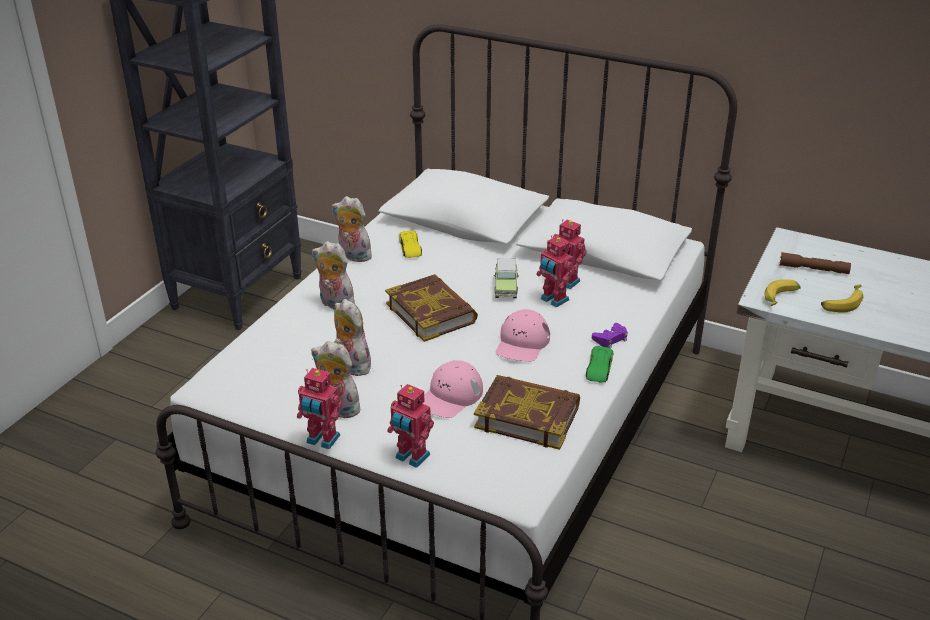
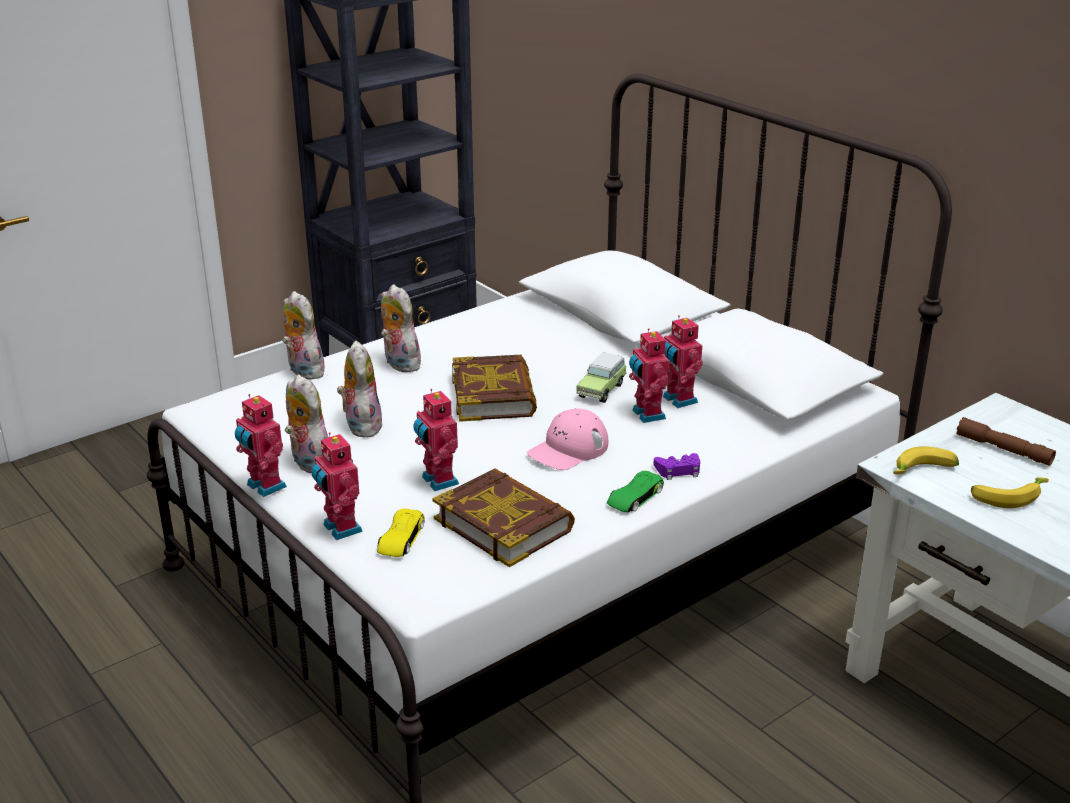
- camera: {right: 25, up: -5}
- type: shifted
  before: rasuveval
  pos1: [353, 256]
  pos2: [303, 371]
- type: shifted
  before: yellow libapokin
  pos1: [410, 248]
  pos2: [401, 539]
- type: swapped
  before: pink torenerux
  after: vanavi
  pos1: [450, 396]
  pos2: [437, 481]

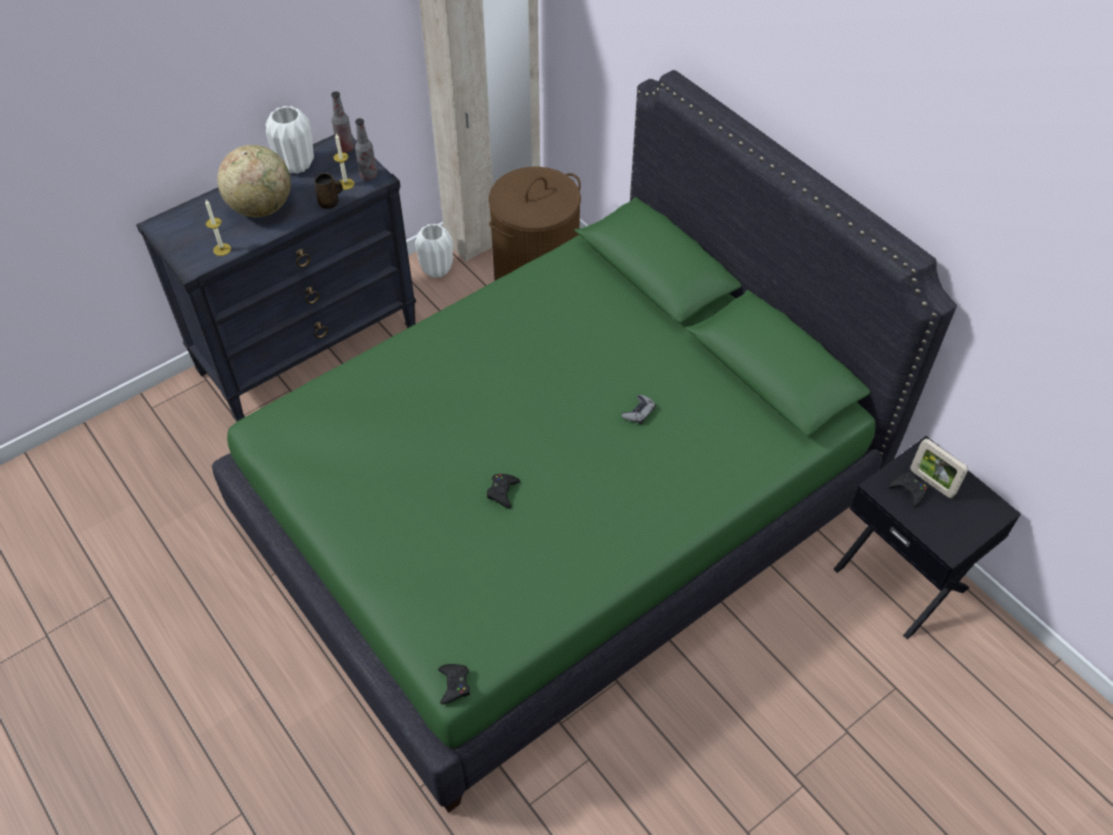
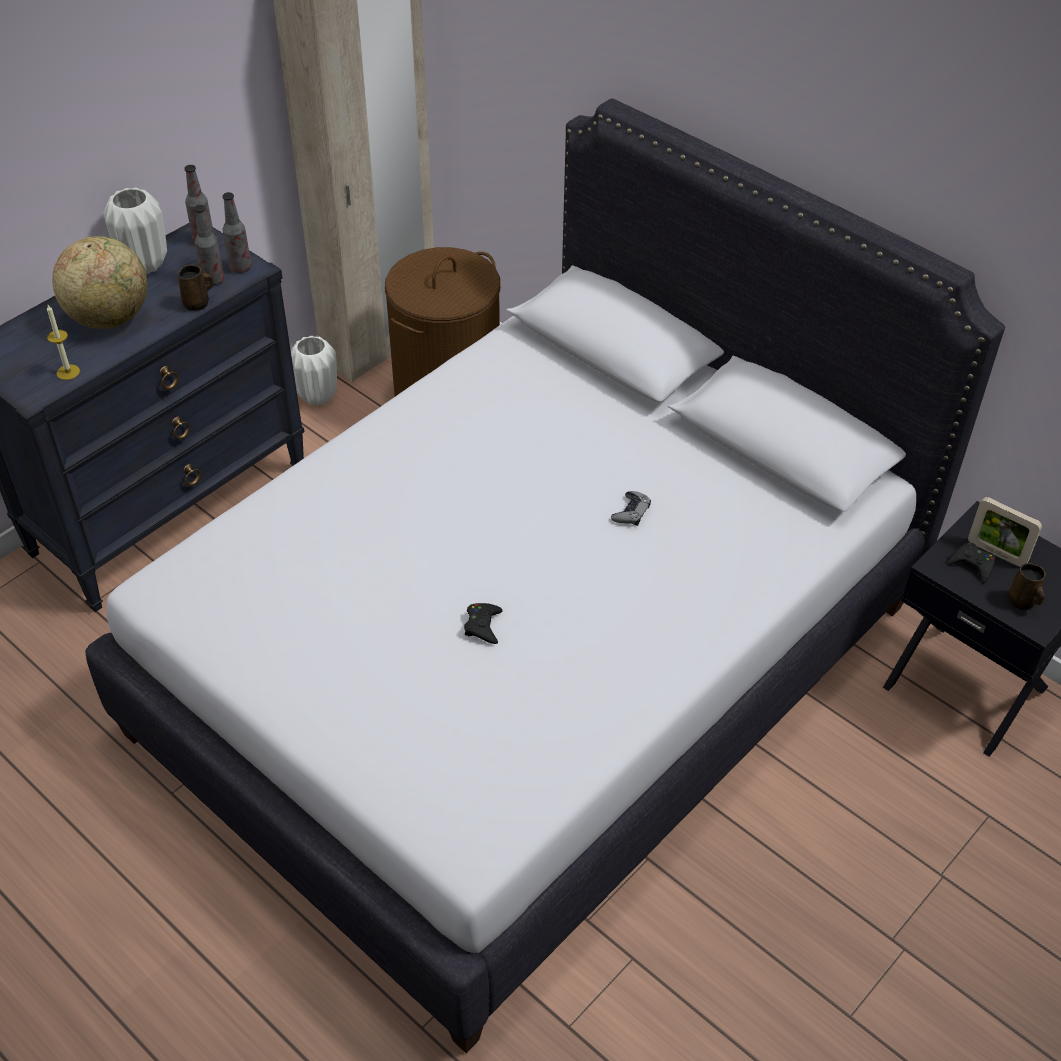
- camera: {right: -10, up: -5}
- type: repainted
  before: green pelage
  after: white pelage
  pos1: [557, 512]
  pos2: [529, 666]
- type: swapped
  before: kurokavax
  after: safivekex
  pos1: [346, 184]
  pos2: [213, 280]
- type: gone
  before: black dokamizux
  pos1: [454, 685]
- type: new
  after: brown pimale
  pos2: [1022, 602]

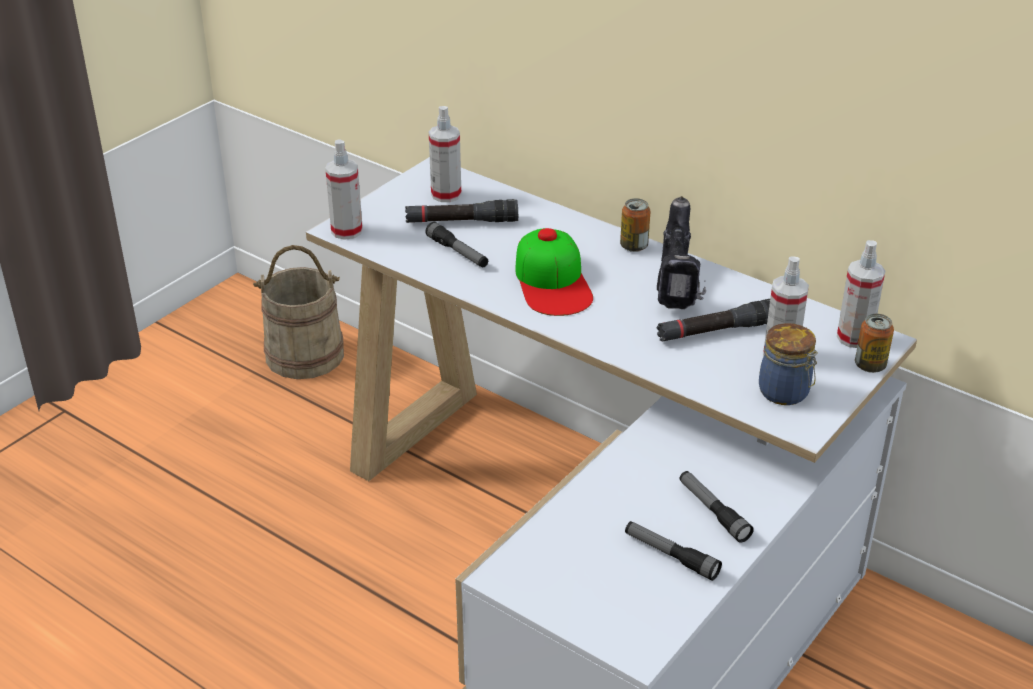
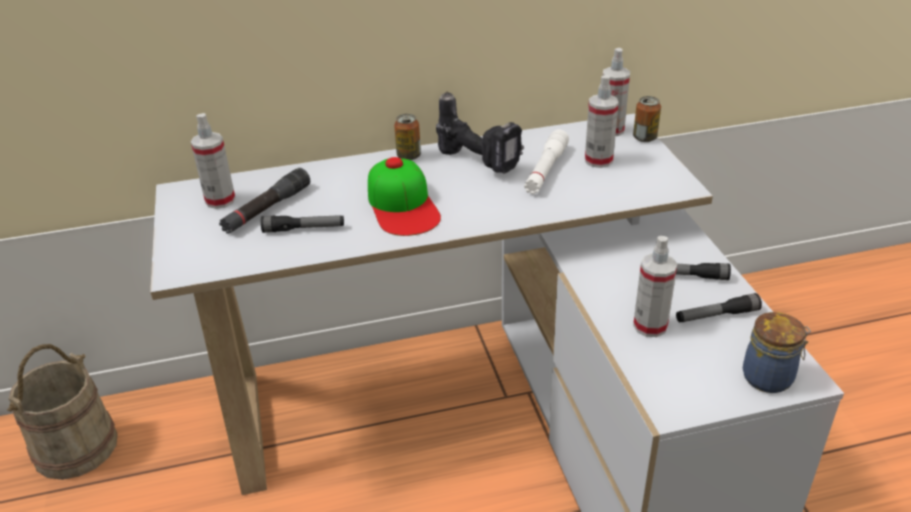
- camera: {right: -50, up: 0}
- type: shifted
  before: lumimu
  pos1: [347, 231]
  pos2: [650, 326]
- type: rotated
  before: torenerux
  pos1: [553, 282]
  pos2: [403, 205]
  turn: 45
- type: repainted
  before: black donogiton
  after: white donogiton
  pos1: [717, 331]
  pos2: [545, 170]
- type: shifted
  before: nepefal
  pos1: [785, 393]
  pos2: [769, 377]

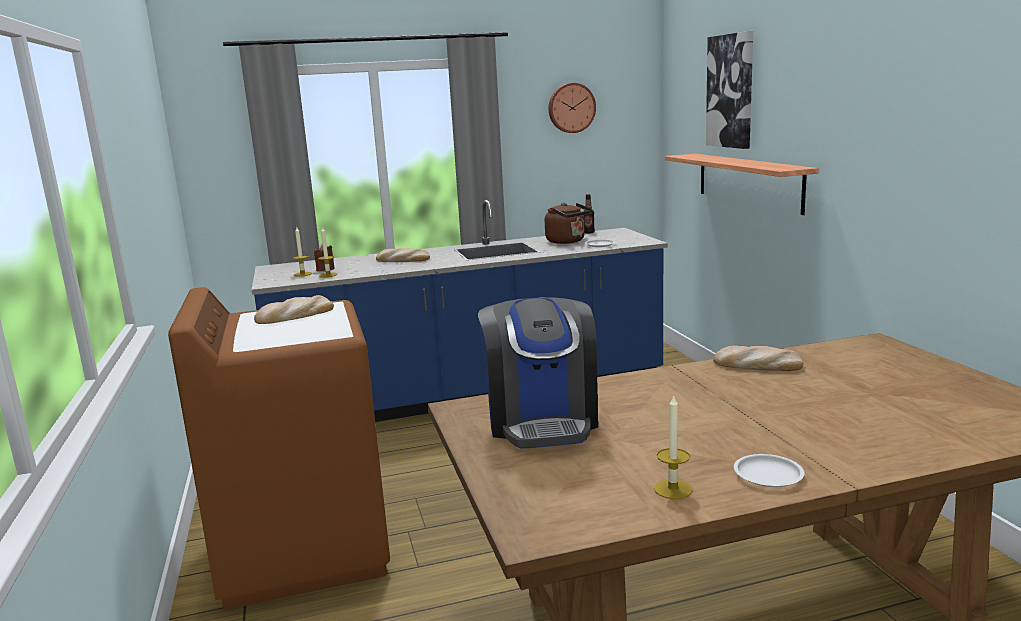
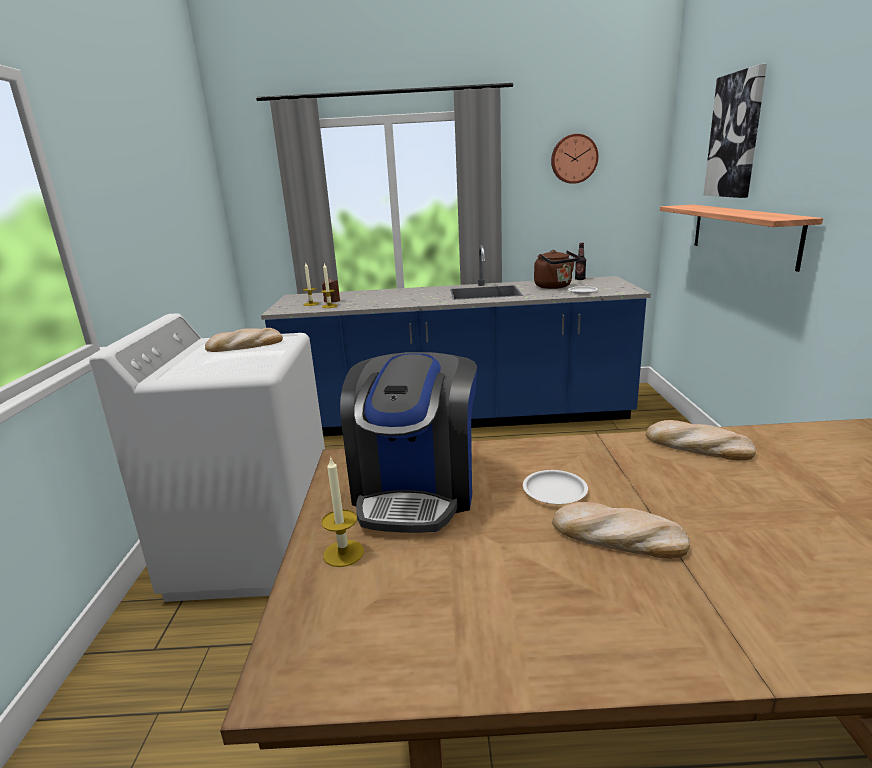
- camera: {right: 15, up: 5}
- type: shifted
  before: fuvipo
  pos1: [402, 260]
  pos2: [617, 537]
- type: repainted
  before: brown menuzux
  after: white menuzux
  pos1: [304, 549]
  pos2: [255, 550]
- type: shifted
  before: kurokavax
  pos1: [673, 489]
  pos2: [343, 553]
- type: shifted
  before: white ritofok
  pos1: [768, 475]
  pos2: [555, 491]

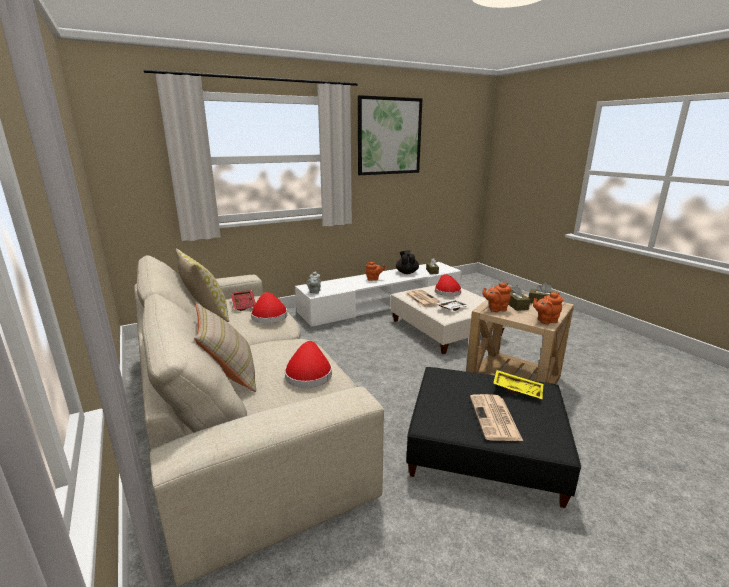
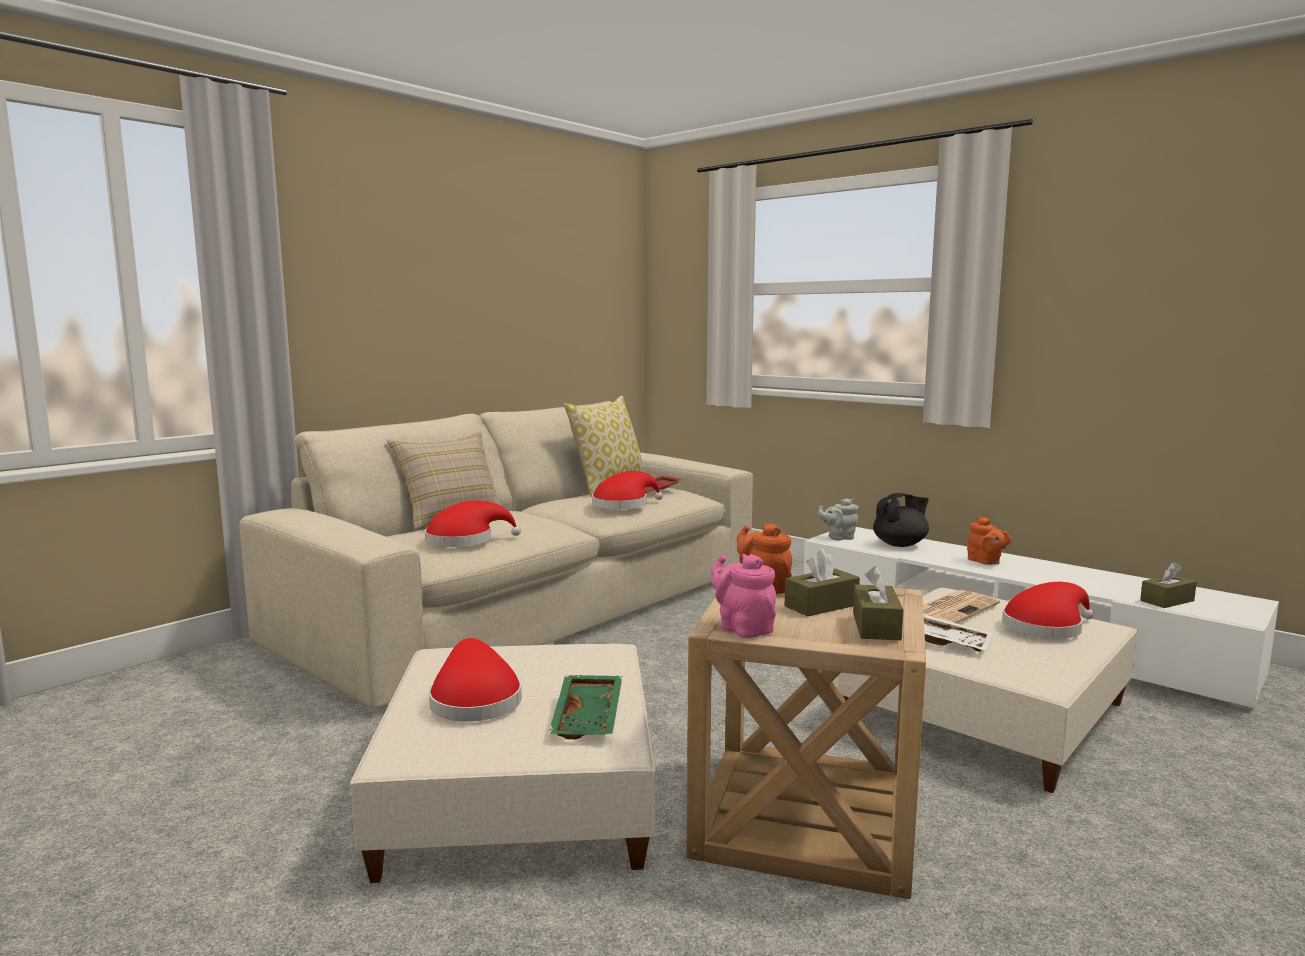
- camera: {right: 70, up: -10}
- type: gone
  before: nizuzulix
  pos1: [389, 136]
- type: shifted
  before: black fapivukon
  pos1: [406, 272]
  pos2: [900, 544]
- type: repainted
  before: orange fapivukon
  after: pink fapivukon
  pos1: [545, 321]
  pos2: [743, 628]
- type: repainted
  before: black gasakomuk
  after: beige gasakomuk
  pos1: [485, 448]
  pos2: [519, 791]
- type: repainted
  before: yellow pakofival
  after: green pakofival
  pos1: [517, 389]
  pos2: [589, 718]
- type: swapped
  before: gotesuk
  after: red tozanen
  pos1: [495, 418]
  pos2: [474, 700]

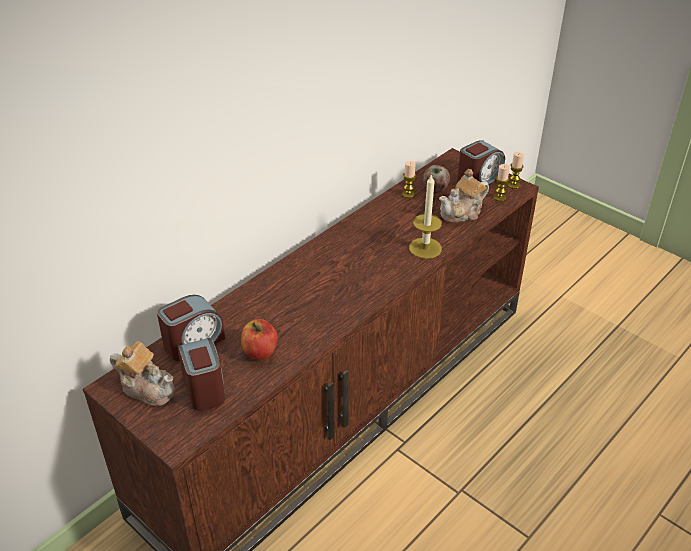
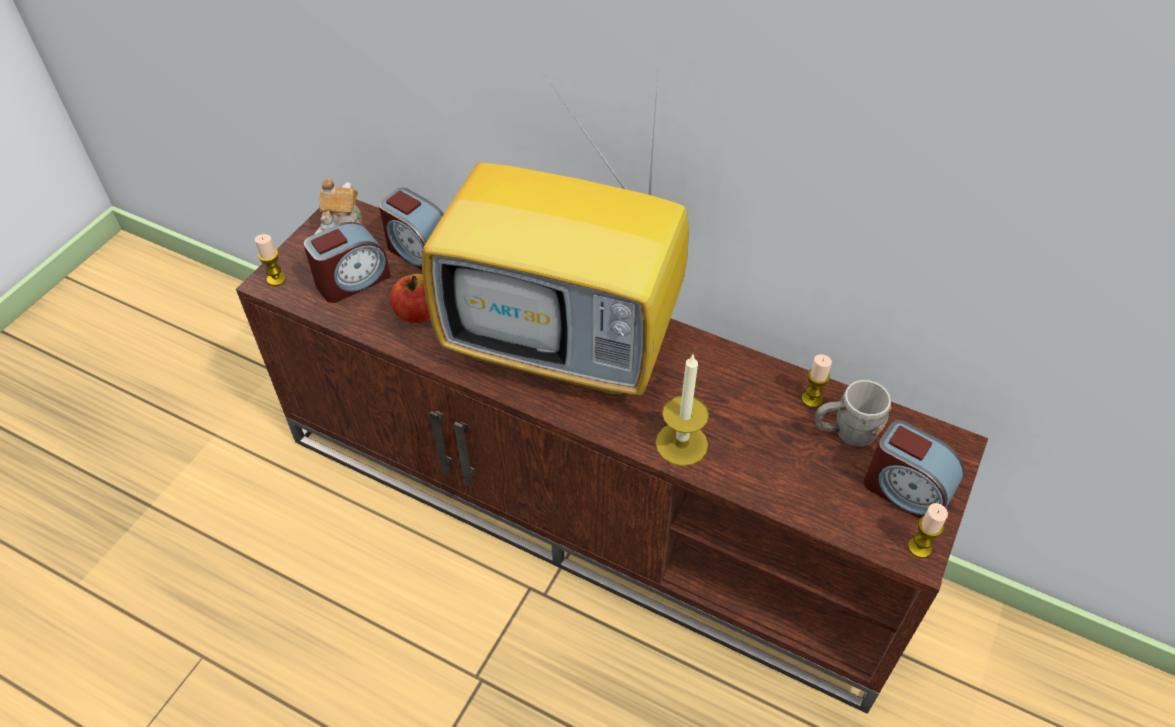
- camera: {right: 75, up: 10}
- type: shifted
  before: kurokavax
  pos1: [499, 197]
  pos2: [276, 279]
- type: swapped
  before: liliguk
  after: grey pimale
  pos1: [435, 189]
  pos2: [845, 432]
- type: gone
  before: fapivukon
  pos1: [462, 213]
- type: new
  after: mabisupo
  pos2: [567, 344]

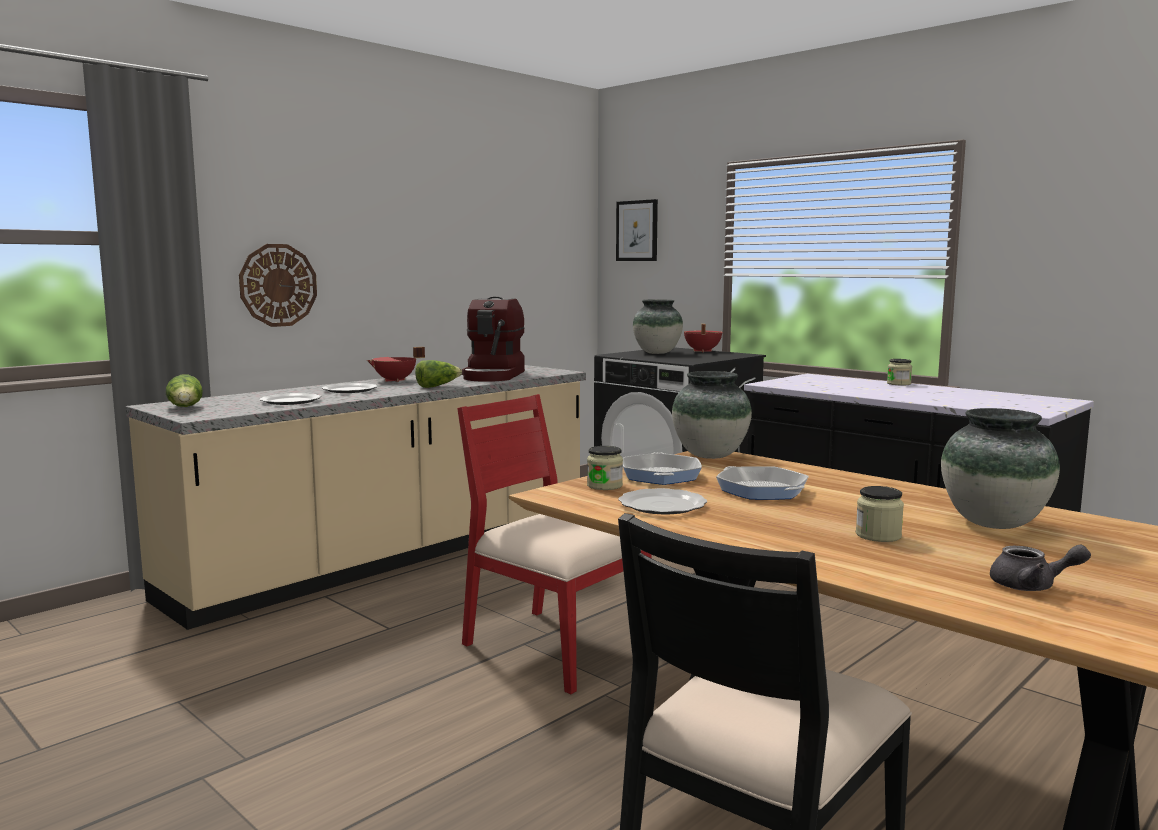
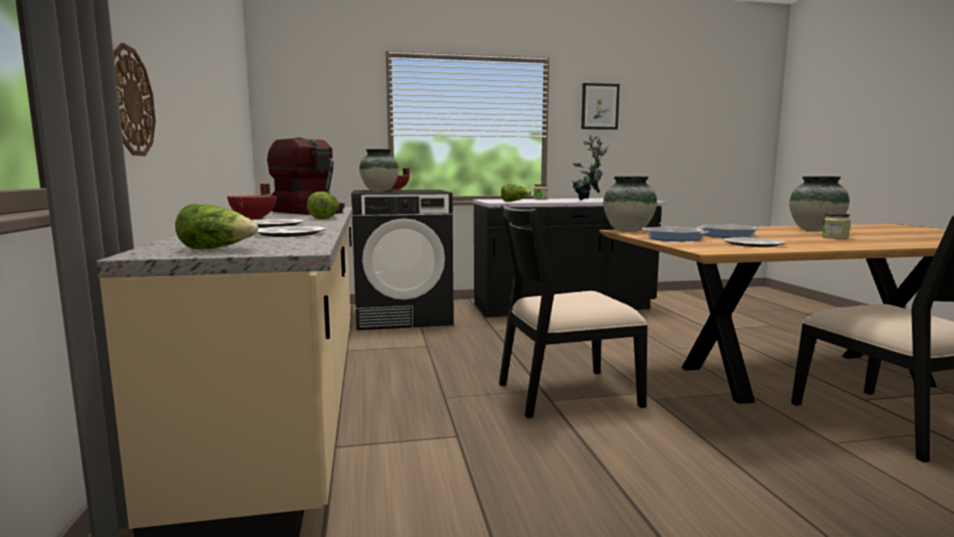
- camera: {right: -55, up: 0}
- type: shifted
  before: nizuzulix
  pos1: [637, 231]
  pos2: [599, 106]
- type: repainted
  before: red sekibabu
  after: black sekibabu
  pos1: [553, 646]
  pos2: [566, 393]
- type: gone
  before: nepefal
  pos1: [604, 486]
- type: gone
  before: grey fapivukon
  pos1: [1032, 586]
- type: new
  after: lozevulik
  pos2: [588, 200]
- type: new
  after: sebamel
  pos2: [514, 201]

